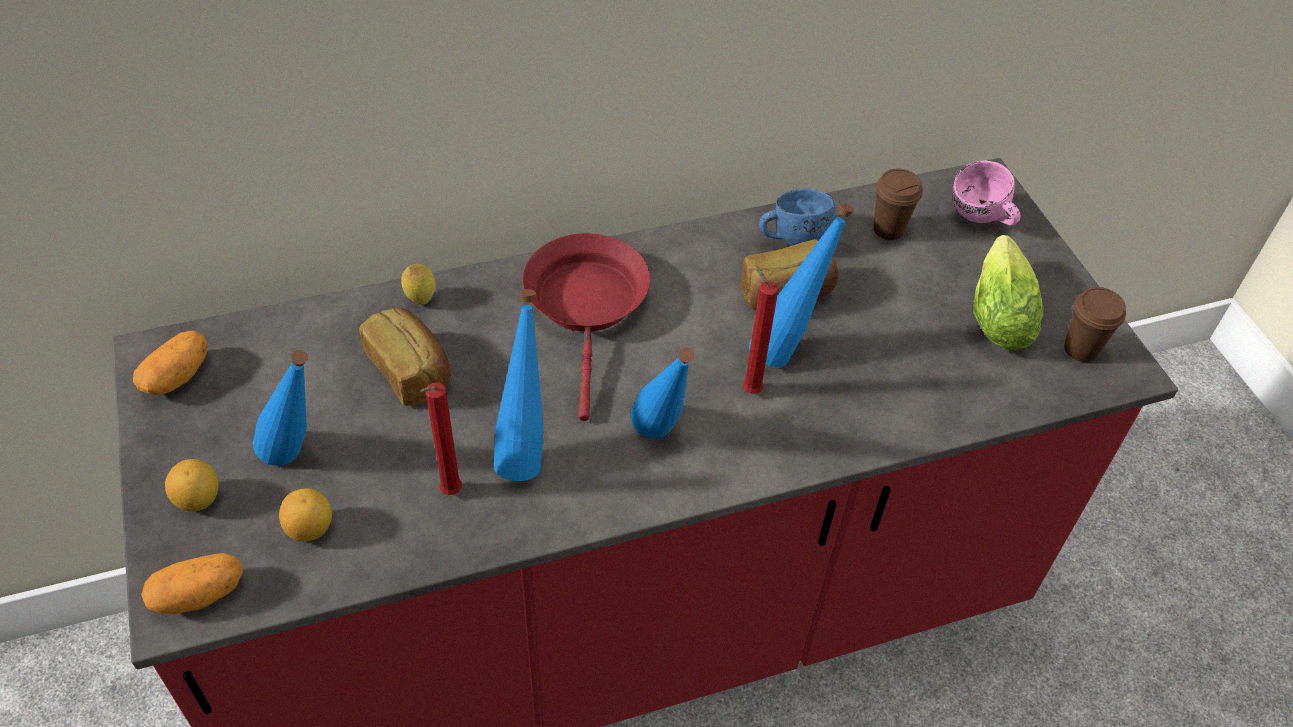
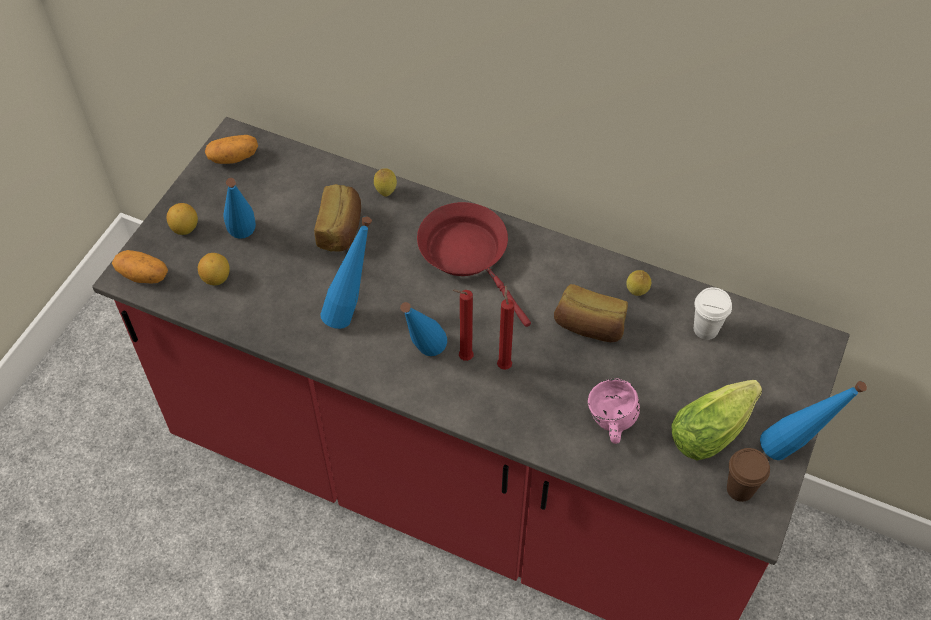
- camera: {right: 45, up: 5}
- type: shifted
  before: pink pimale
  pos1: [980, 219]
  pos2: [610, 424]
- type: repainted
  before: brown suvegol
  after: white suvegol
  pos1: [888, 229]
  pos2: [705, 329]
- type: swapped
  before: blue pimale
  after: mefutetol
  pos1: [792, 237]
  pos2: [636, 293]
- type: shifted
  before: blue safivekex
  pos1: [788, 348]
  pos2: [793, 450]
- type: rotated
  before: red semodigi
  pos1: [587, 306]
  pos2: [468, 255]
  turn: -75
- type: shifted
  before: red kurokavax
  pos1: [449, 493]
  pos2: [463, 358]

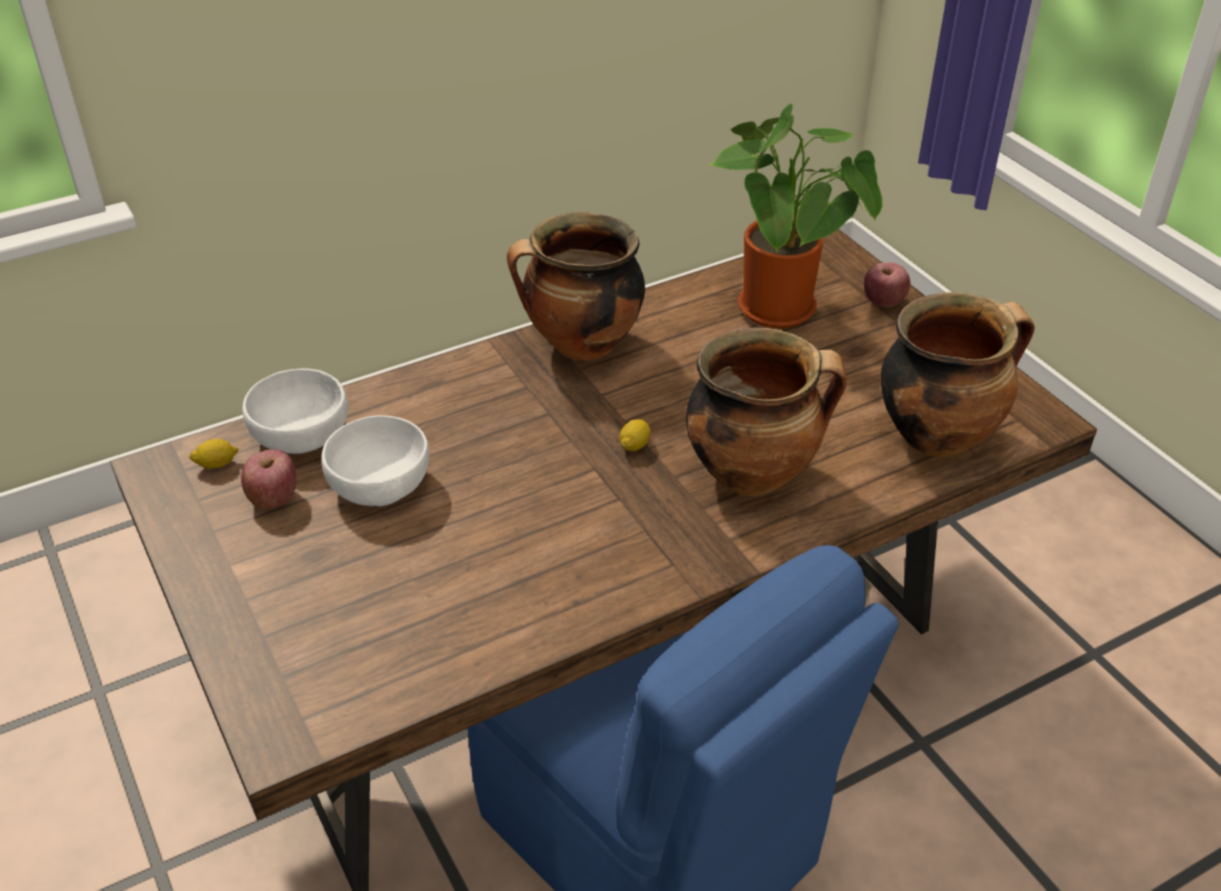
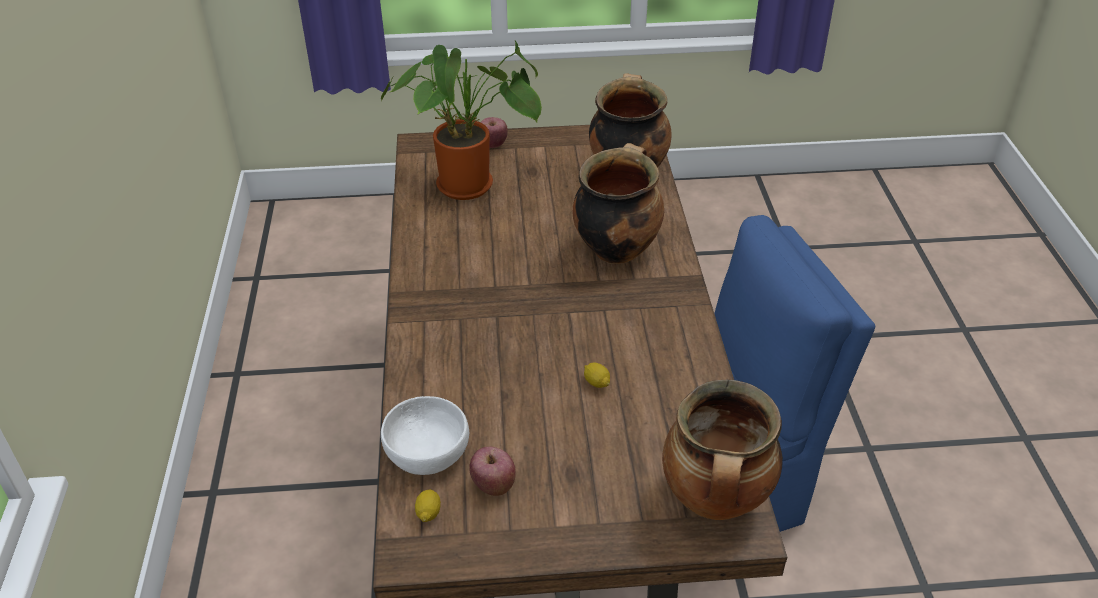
- camera: {right: -65, up: 0}
- type: shifted
  before: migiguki
  pos1: [581, 346]
  pos2: [716, 501]
- type: gone
  before: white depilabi
  pos1: [381, 483]
- type: shifted
  before: mefutetol
  pos1: [634, 445]
  pos2: [596, 382]

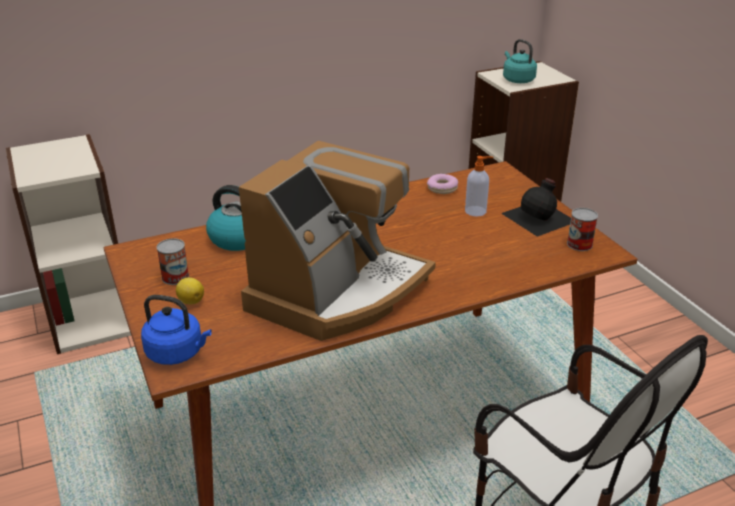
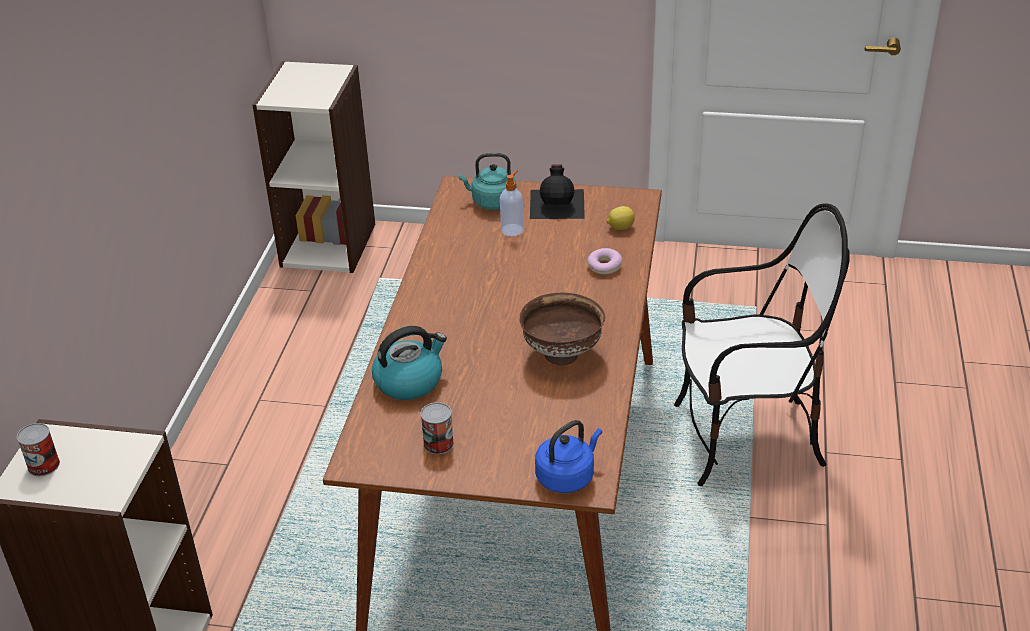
- camera: {right: -55, up: 5}
- type: shifted
  before: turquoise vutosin
  pos1: [517, 79]
  pos2: [491, 202]
- type: swapped
  before: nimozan
  after: brown depilabi
  pos1: [338, 292]
  pos2: [561, 354]
- type: shifted
  before: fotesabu
  pos1: [442, 188]
  pos2: [604, 266]
- type: shifted
  before: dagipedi
  pos1: [579, 244]
  pos2: [43, 465]
- type: shifted
  before: mefutetol
  pos1: [191, 301]
  pos2: [620, 227]

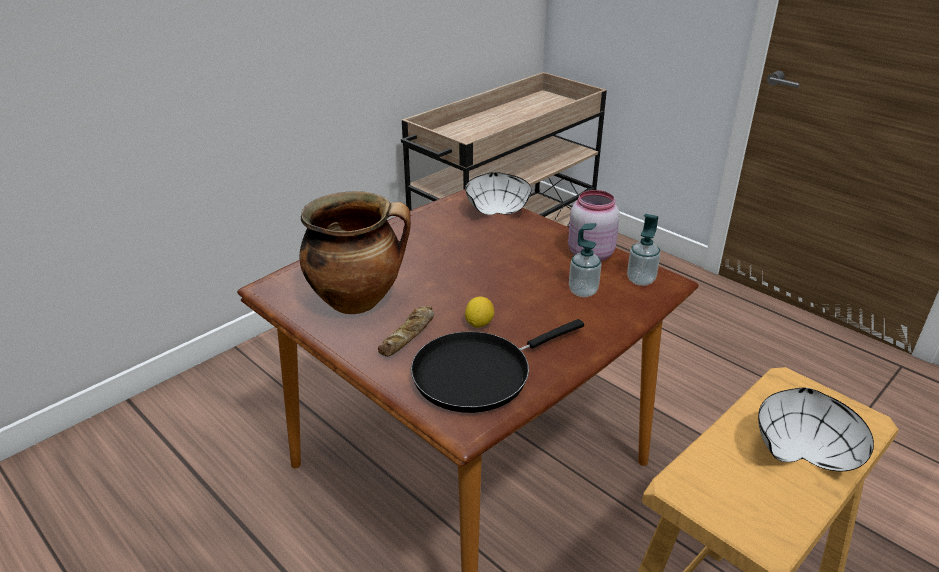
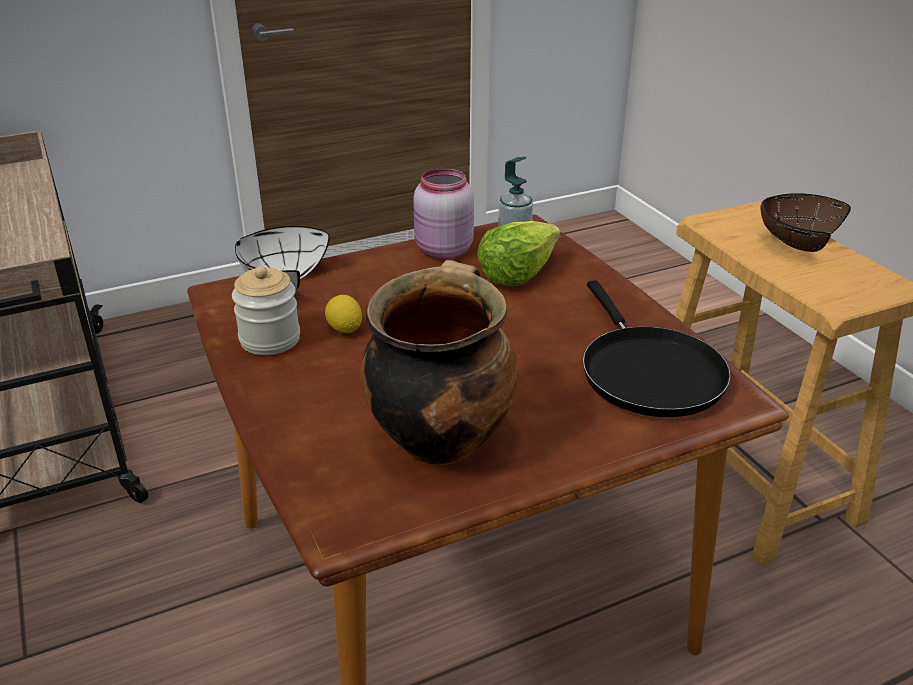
- camera: {right: -70, up: 0}
- type: swapped
  before: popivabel
  after: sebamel
  pos1: [583, 291]
  pos2: [517, 273]
- type: shifted
  before: mefutetol
  pos1: [479, 323]
  pos2: [345, 329]
- type: gone
  before: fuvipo
  pos1: [408, 335]
- type: repainted
  before: white depilabi
  after: brown depilabi
  pos1: [800, 450]
  pos2: [793, 244]
- type: new
  after: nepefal
  pos2: [270, 339]

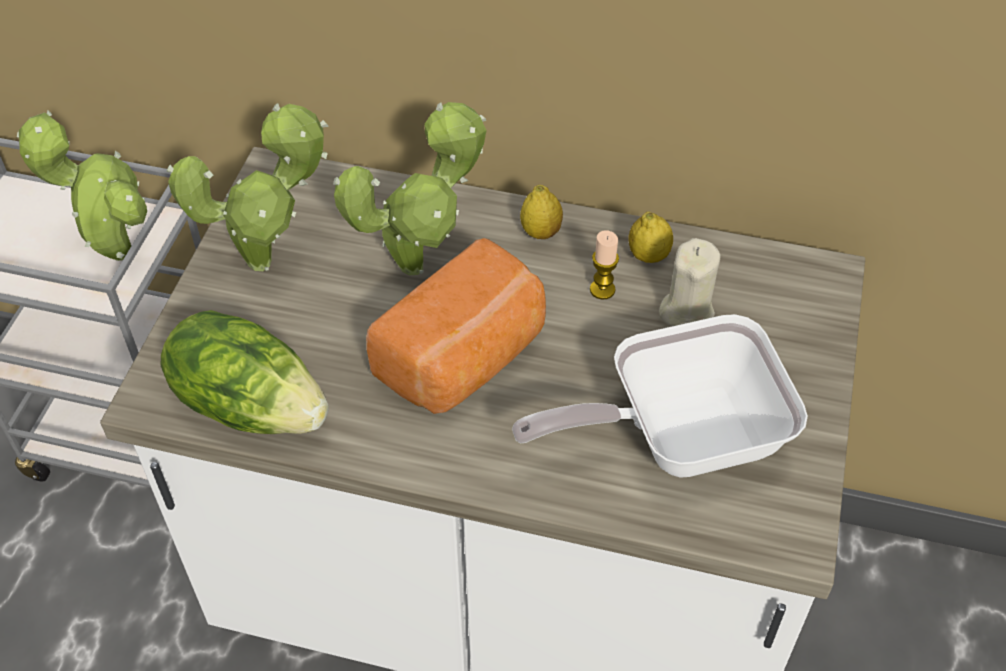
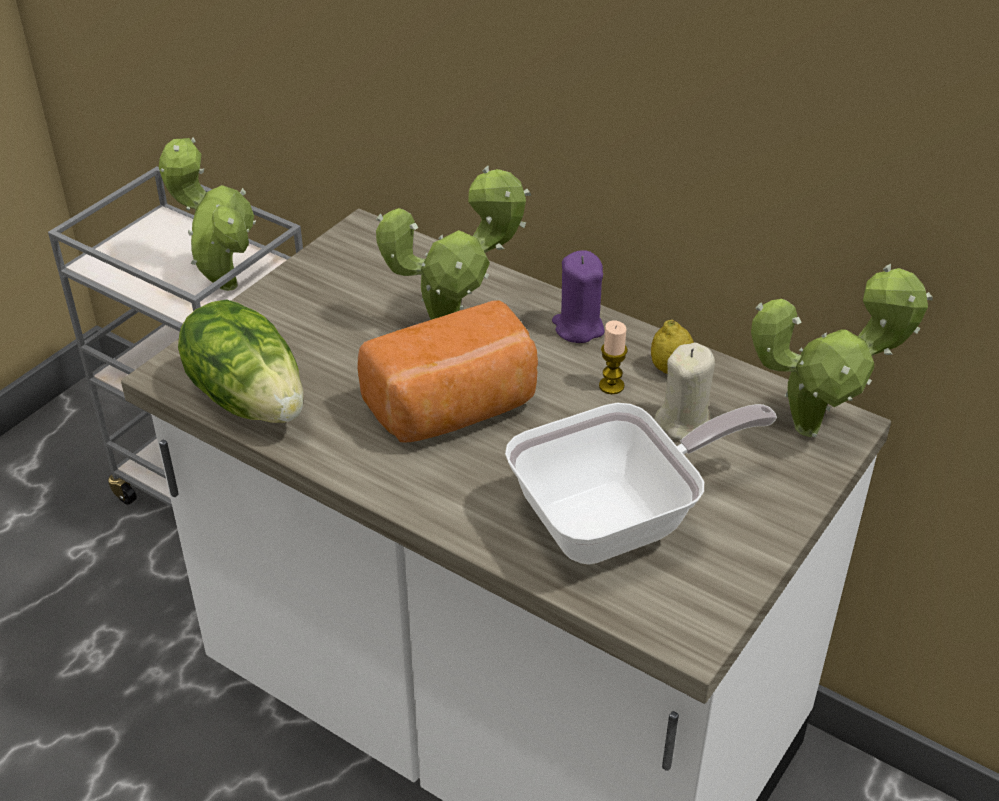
- camera: {right: 20, up: -10}
- type: shifted
  before: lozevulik
  pos1: [269, 259]
  pos2: [817, 427]
- type: swapped
  before: mefutetol
  after: purple kurokavax
  pos1: [540, 232]
  pos2: [578, 327]
- type: rotated
  before: semodigi
  pos1: [677, 436]
  pos2: [619, 520]
  turn: 150

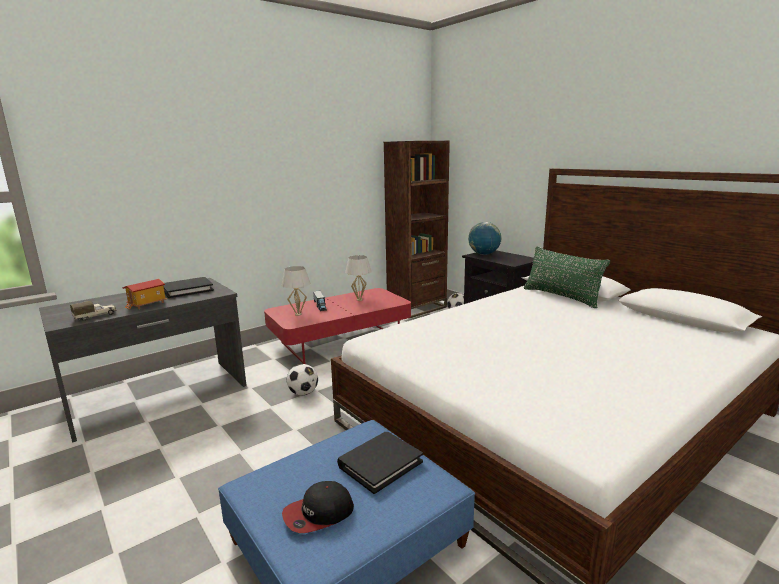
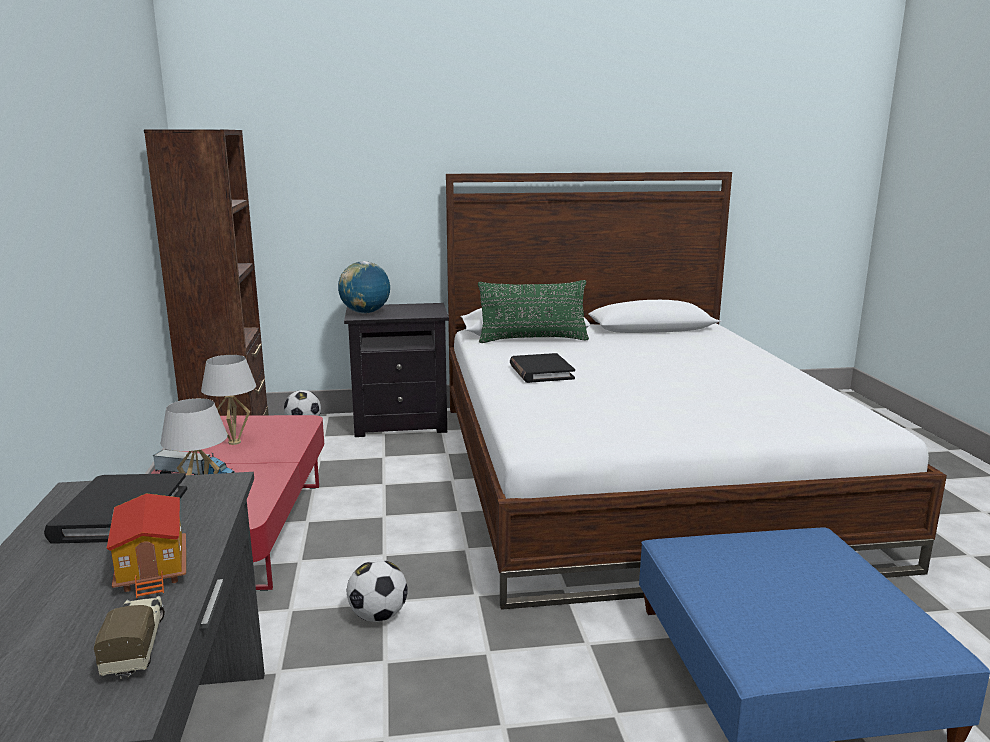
- camera: {right: -60, up: 0}
- type: shifted
  before: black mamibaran
  pos1: [380, 464]
  pos2: [541, 372]
- type: gone
  before: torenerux
  pos1: [318, 514]

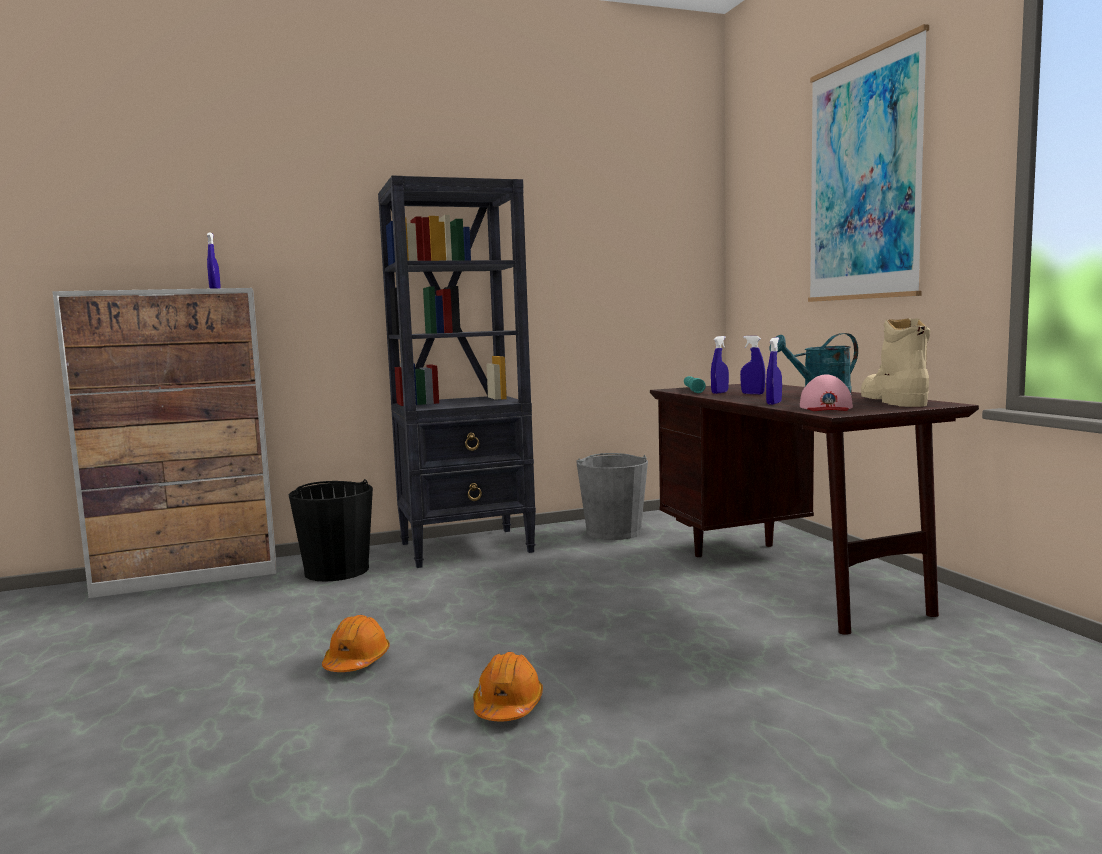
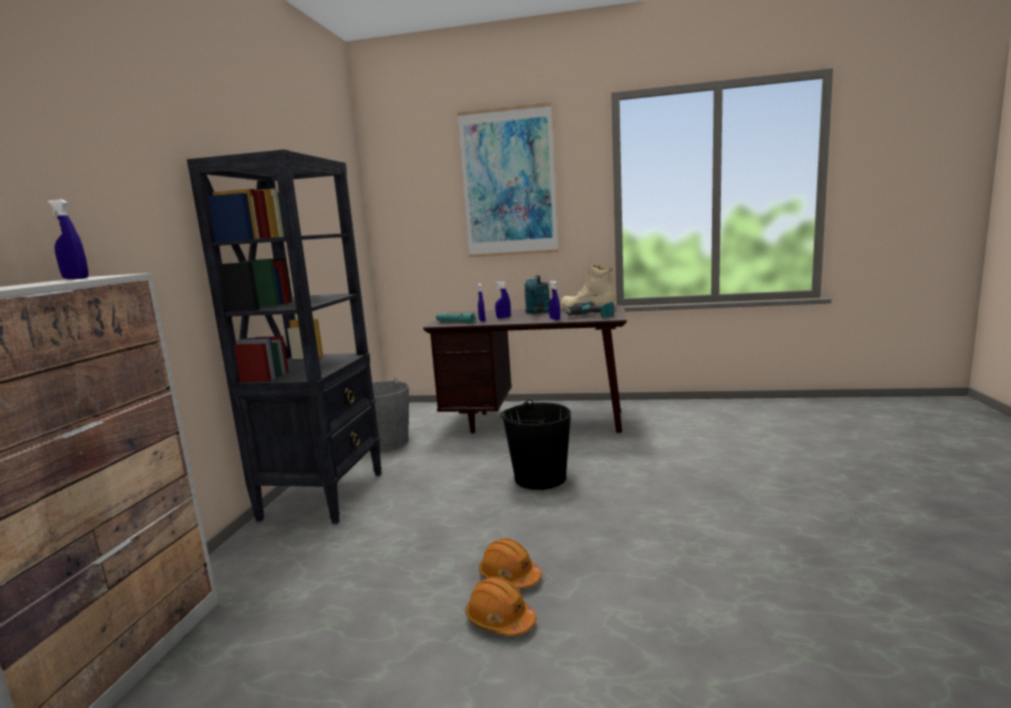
- camera: {right: -60, up: 5}
- type: swapped
  before: pink torenerux
  after: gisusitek
  pos1: [826, 407]
  pos2: [590, 316]
- type: shifted
  before: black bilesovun
  pos1: [336, 570]
  pos2: [539, 478]
- type: shifted
  before: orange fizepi
  pos1: [508, 706]
  pos2: [500, 619]

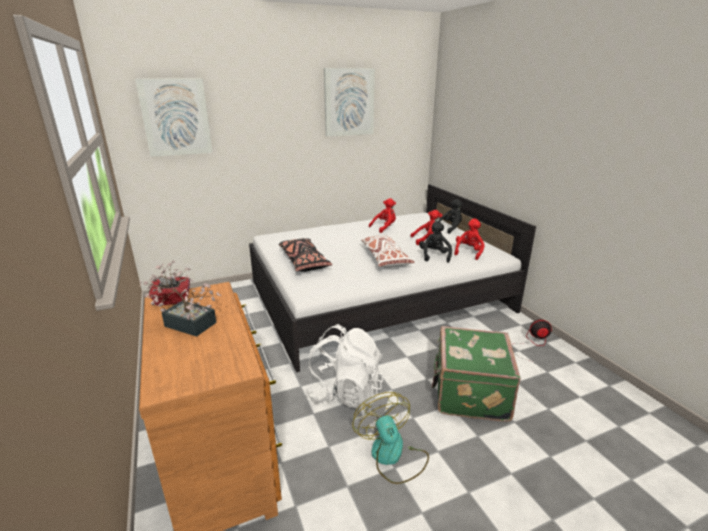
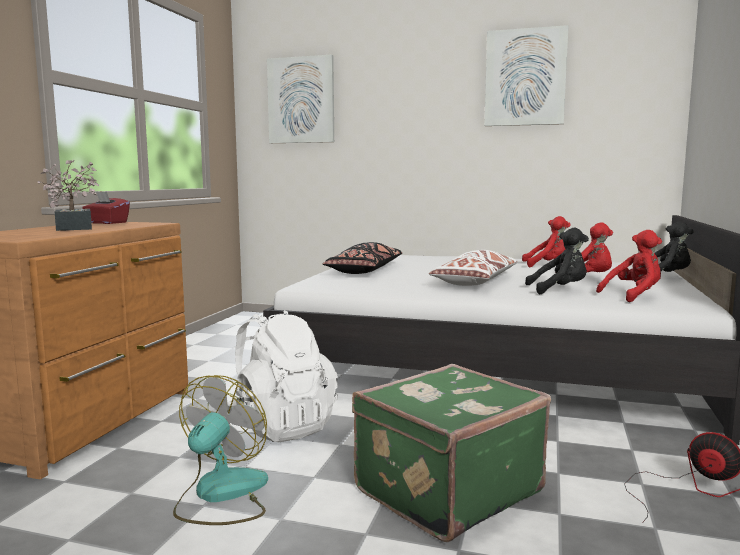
- camera: {right: 40, up: -15}
- type: rotated
  before: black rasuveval
  pos1: [434, 256]
  pos2: [559, 290]
  turn: 45

